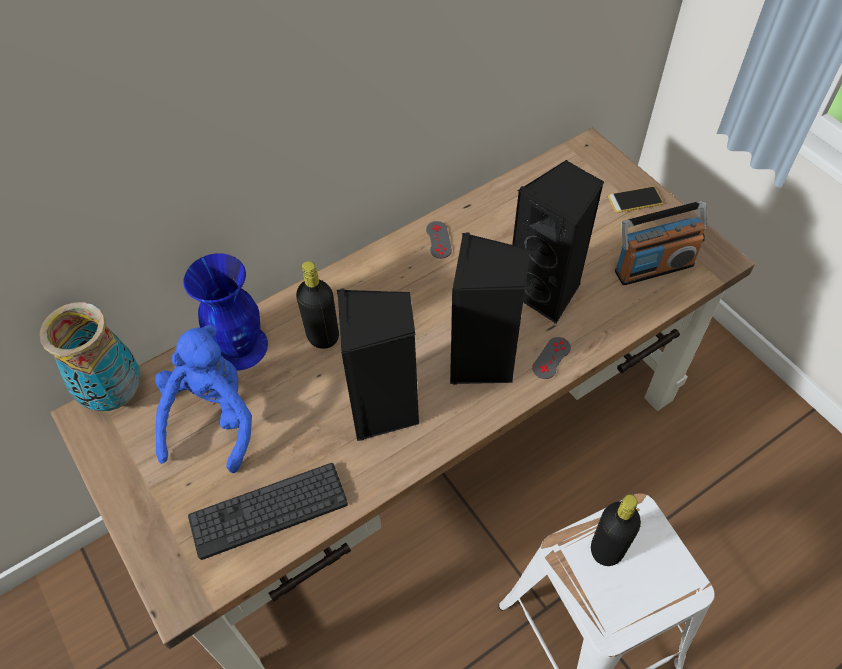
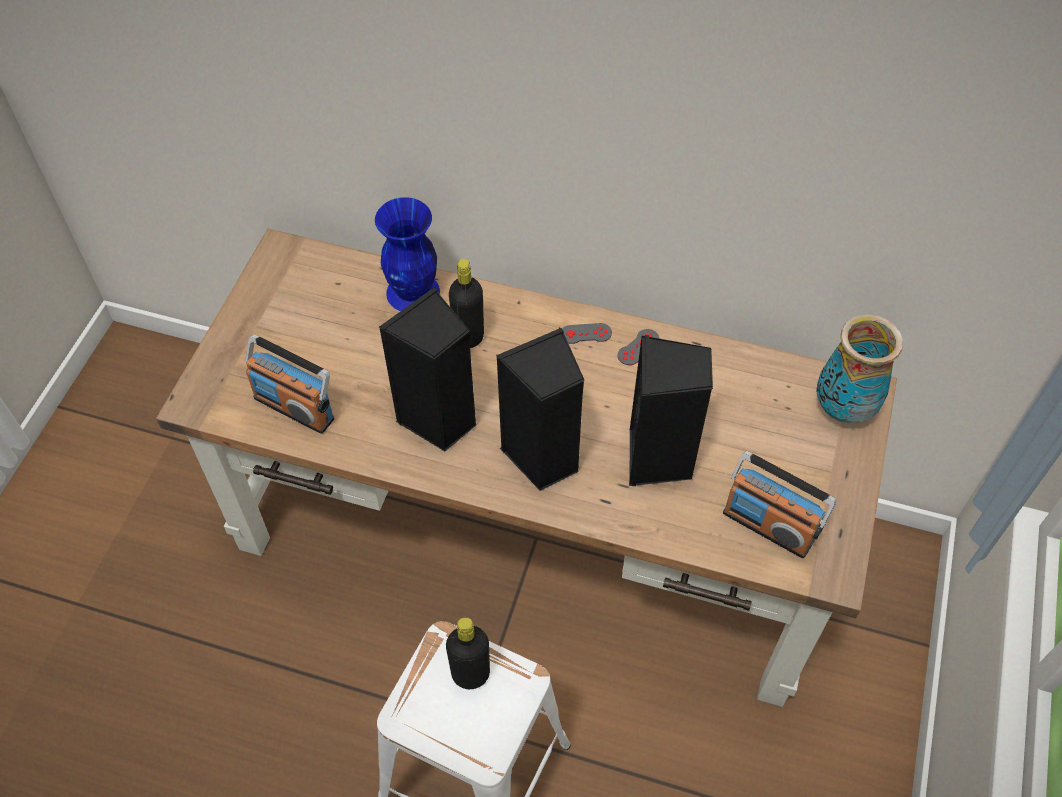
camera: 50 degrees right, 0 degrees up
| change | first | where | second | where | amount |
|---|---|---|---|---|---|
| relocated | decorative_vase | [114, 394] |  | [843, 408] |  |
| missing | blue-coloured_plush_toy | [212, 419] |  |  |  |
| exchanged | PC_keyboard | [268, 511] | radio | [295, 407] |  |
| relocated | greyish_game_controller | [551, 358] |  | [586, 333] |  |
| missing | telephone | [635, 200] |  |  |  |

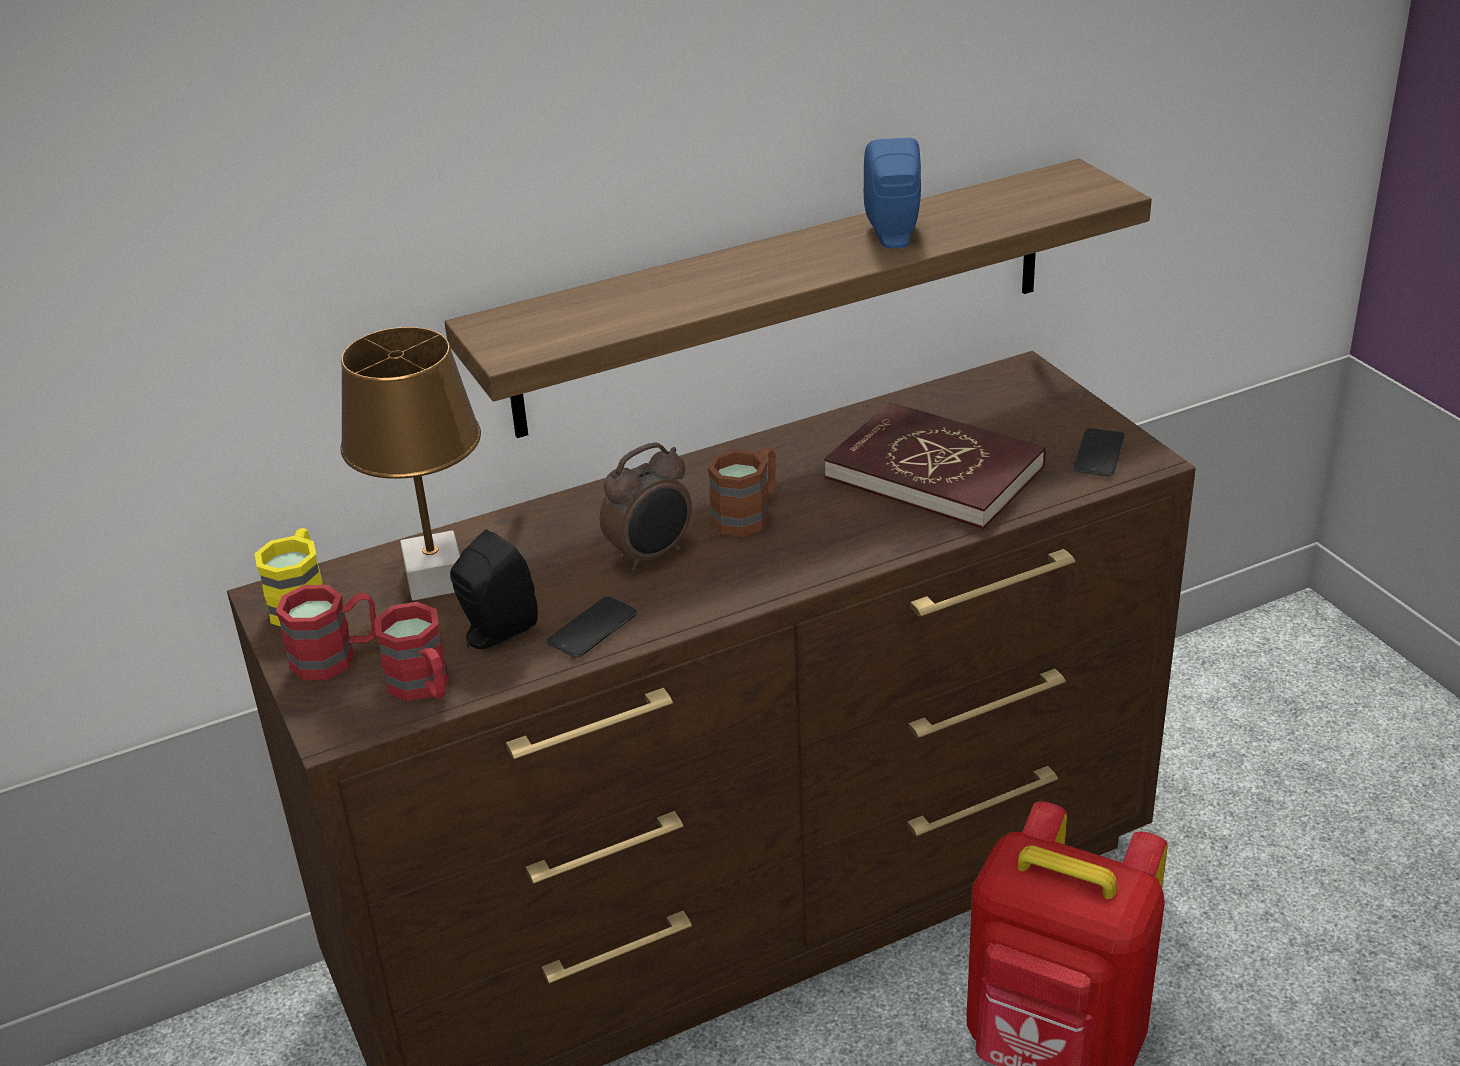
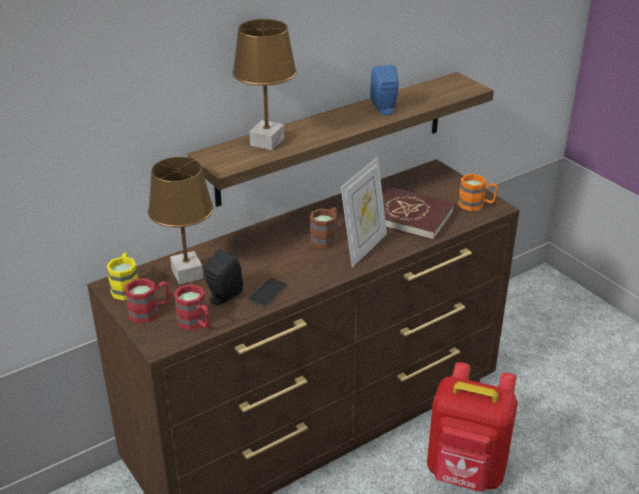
camera: 10 degrees left, 0 degrees up
| change | first | where | second | where | amount |
|---|---|---|---|---|---|
| missing | table_clock | [651, 555] |  |  |  |
| exchanged | telephone | [1099, 454] | orange_mug | [476, 205] |  |
| appeared |  |  | brownish_table_lamp | [267, 142] |  |
| appeared |  |  | standing_frame | [363, 248] |  |

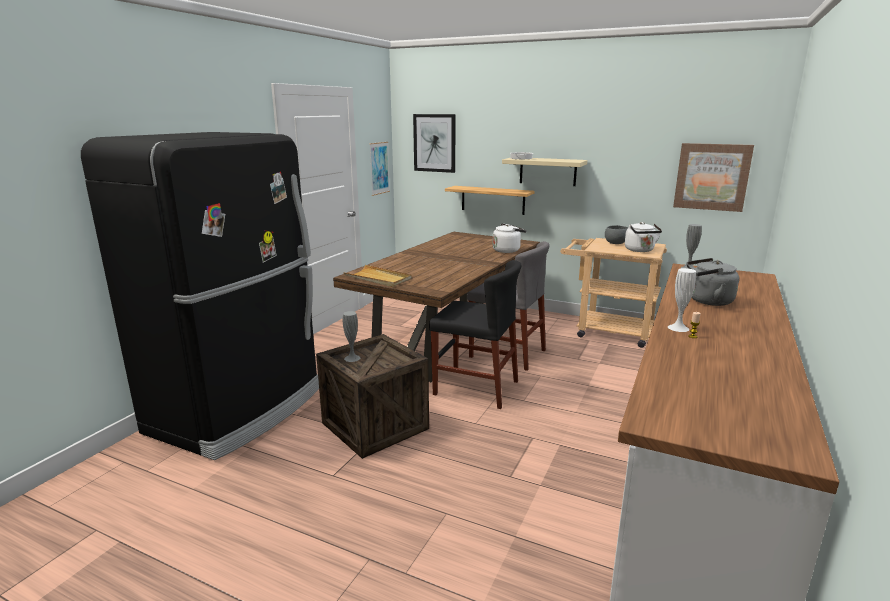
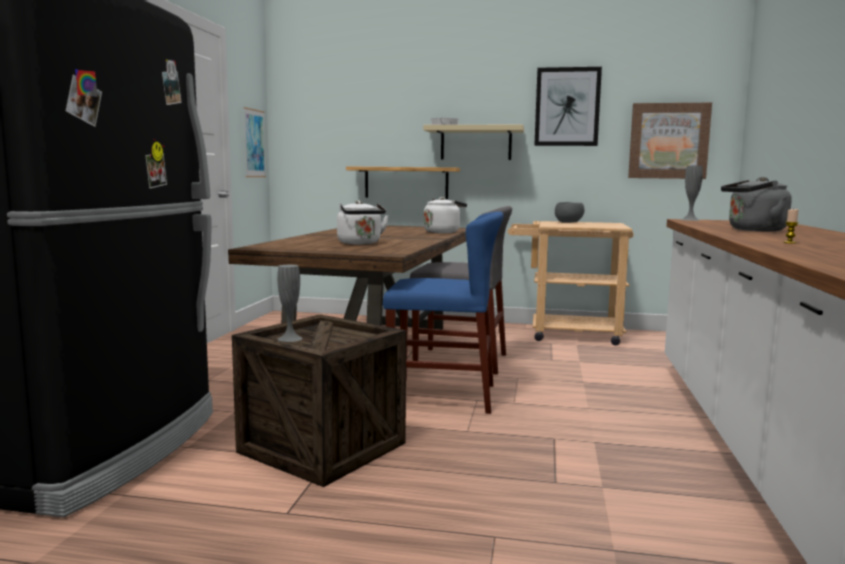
camera: 15 degrees left, 10 degrees down
| change | first | where | second | where | amount |
|---|---|---|---|---|---|
| missing | beige_carrying_tray | [378, 278] |  |  |  |
| relocated | wall_picture | [434, 143] |  | [567, 107] |  |
| colour | black_plain_chair | [476, 388] | blue-coloured_plain_chair | [442, 396] |  |
| relocated | whitish_water_kettle | [640, 250] |  | [360, 243] |  |
| missing | whitish_decorative_vase | [678, 328] |  |  |  |

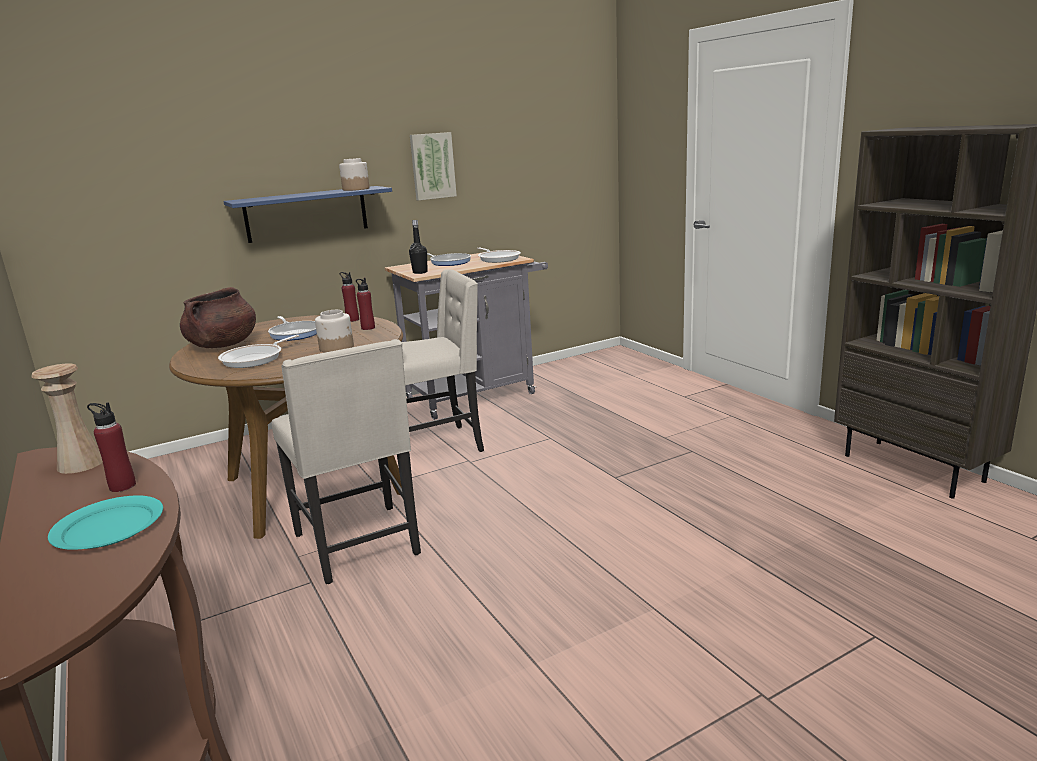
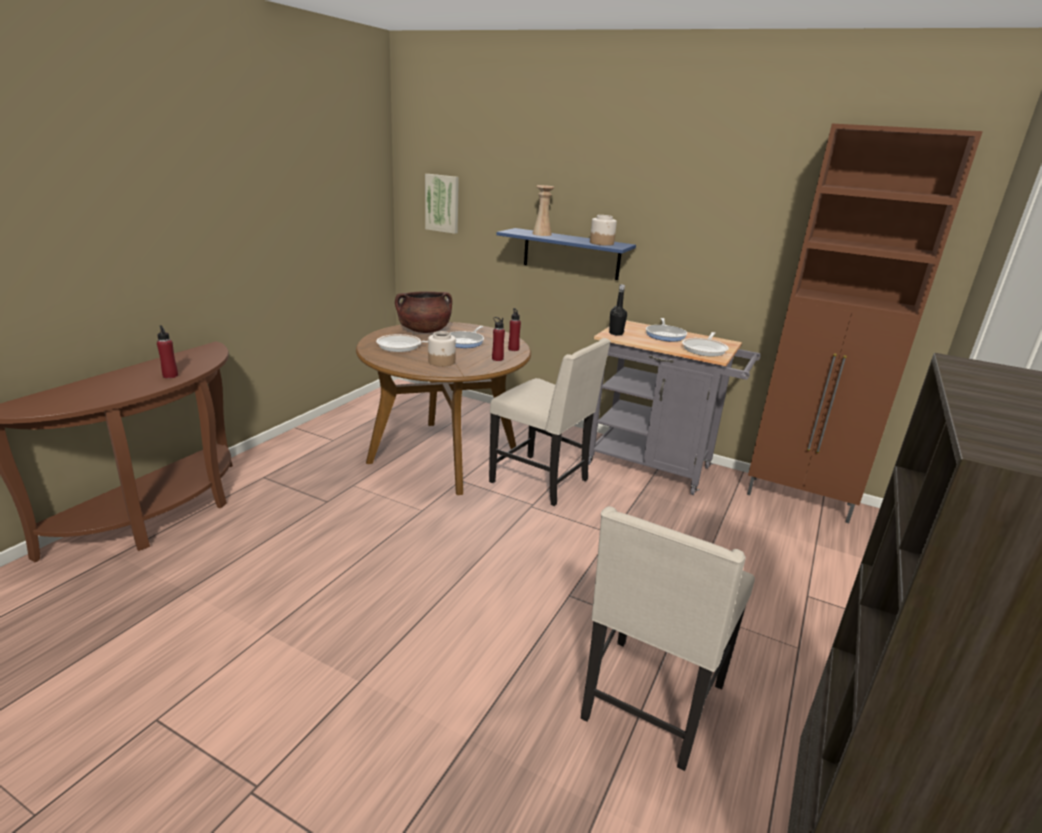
camera: 55 degrees right, 5 degrees up
| change | first | where | second | where | amount |
|---|---|---|---|---|---|
| relocated | beige_decorative_vase | [81, 463] |  | [542, 234] |  |
| missing | turquoise_plate | [109, 527] |  |  |  |
| relocated | beige_plain_chair | [360, 545] |  | [650, 703] |  |
| relocated | wall_picture | [432, 166] |  | [443, 203] |  |
| appeared |  |  | brownish_storage_cabinet | [800, 500] |  |

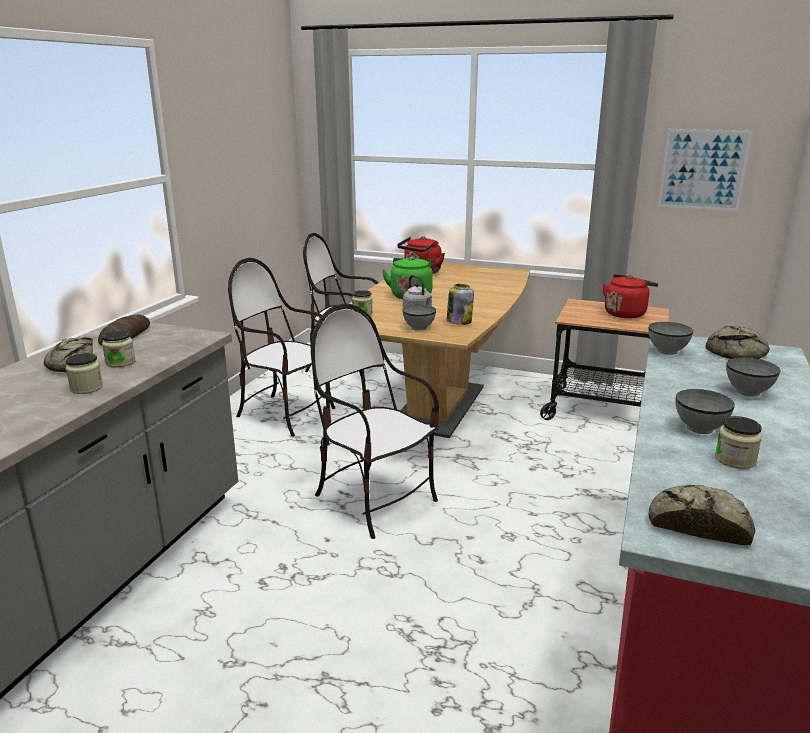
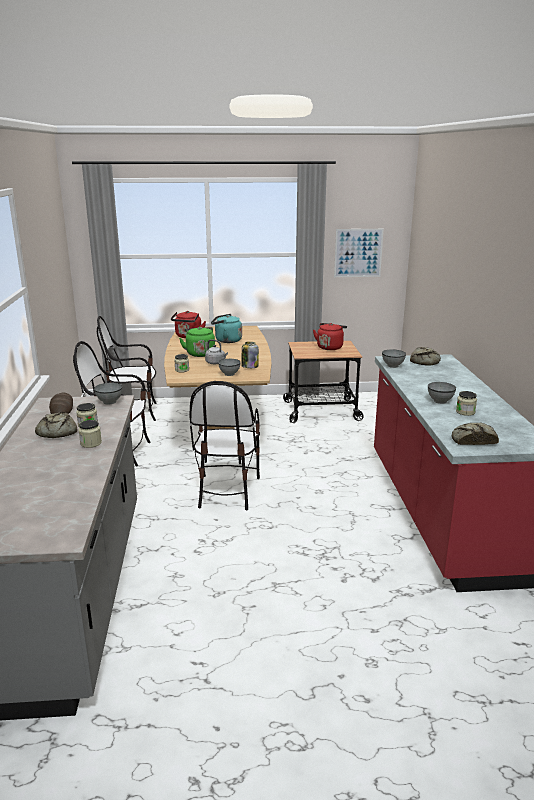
camera: 25 degrees left, 0 degrees up
| change | first | where | second | where | amount |
|---|---|---|---|---|---|
| spun | plain_chair | [375, 500] |  | [226, 491] | 105 degrees counterclockwise |
| relocated | greyish_deep_dish | [748, 392] |  | [110, 402] |  |
| appeared |  |  | turquoise_water_kettle | [226, 340] |  |

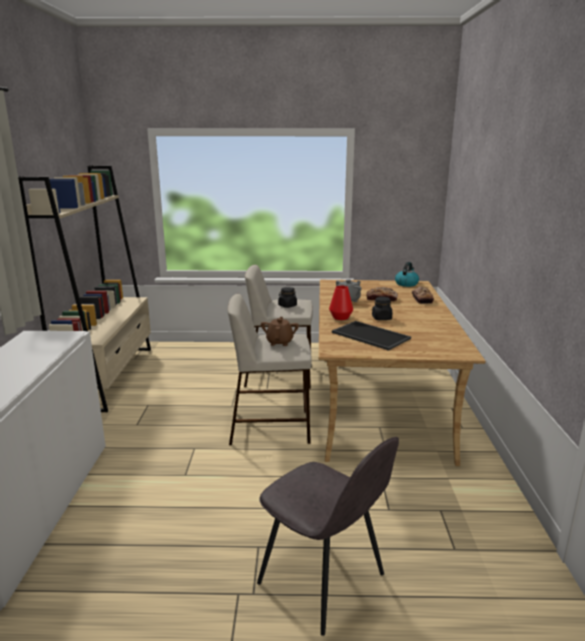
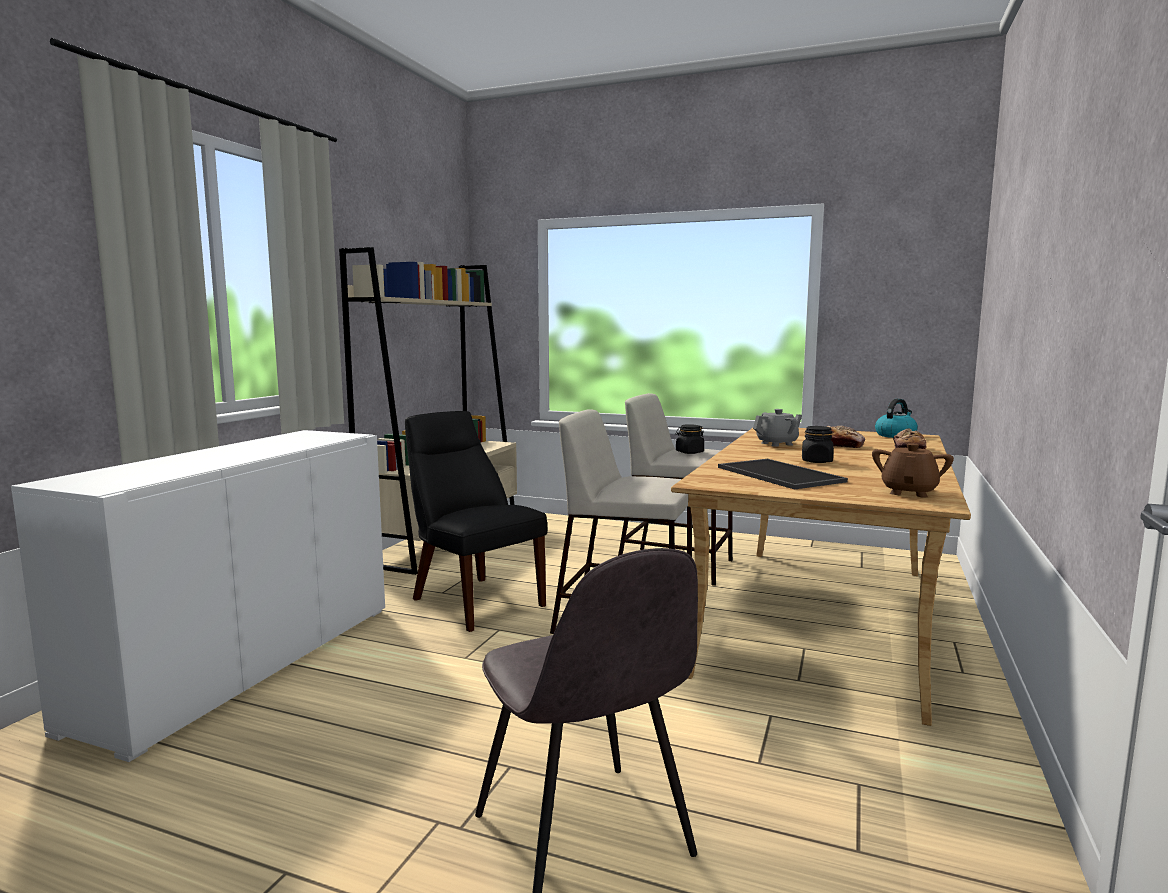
camera: 20 degrees right, 10 degrees down
| change | first | where | second | where | amount |
|---|---|---|---|---|---|
| relocated | brownish_tea_pot | [280, 342] |  | [909, 492] |  |
| missing | red-coloured_decorative_vase | [340, 317] |  |  |  |
| appeared |  |  | black_plain_chair | [473, 601] |  |

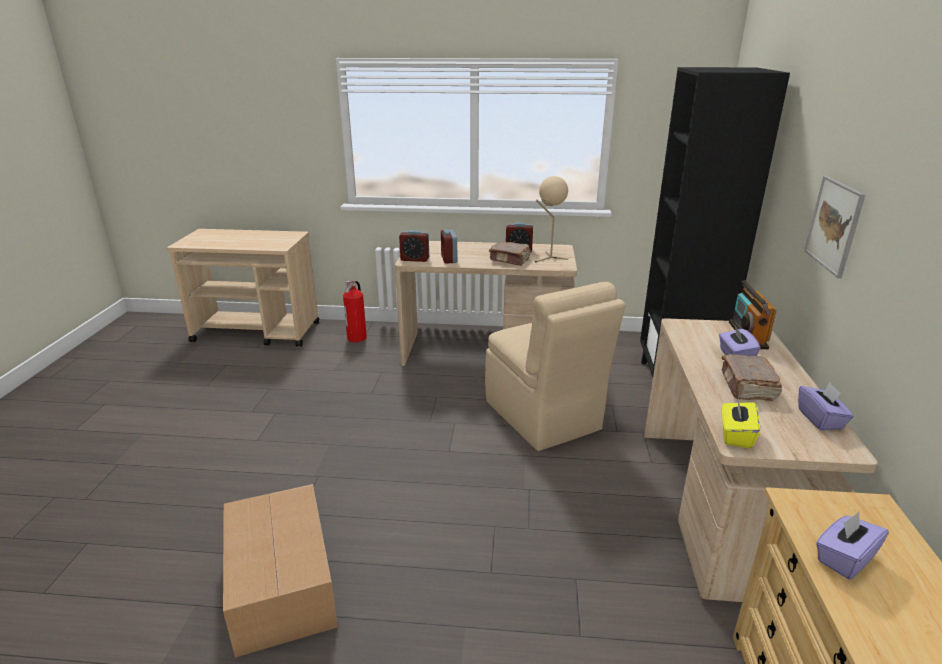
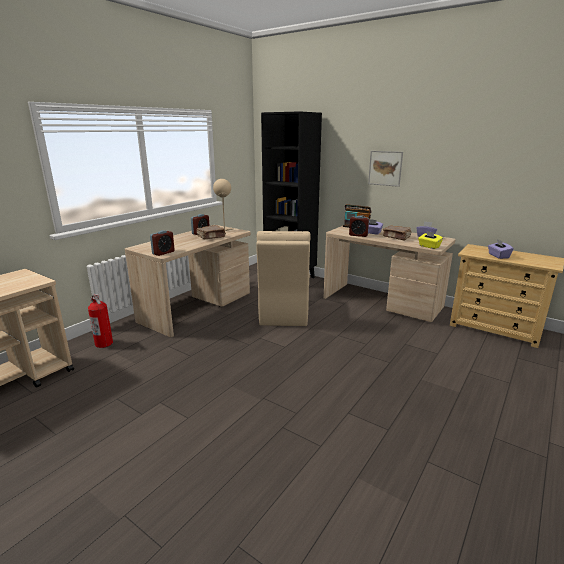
camera: 60 degrees left, 5 degrees down
| change | first | where | second | where | amount |
|---|---|---|---|---|---|
| missing | carton | [280, 585] |  |  |  |
| relocated | table_clock | [449, 259] |  | [358, 235] |  |
| spun | beige_plain_chair | [543, 417] |  | [283, 313] | 90 degrees clockwise |

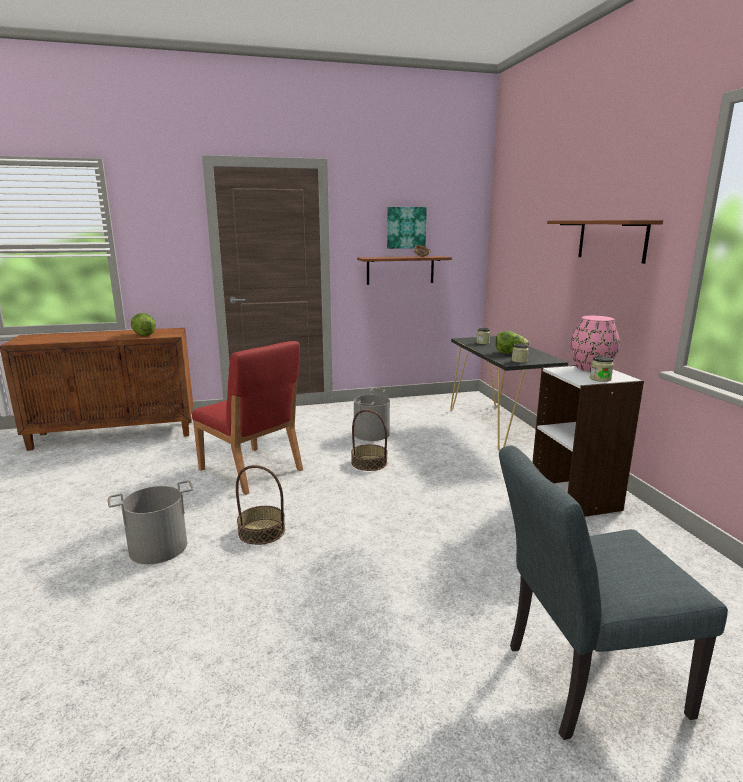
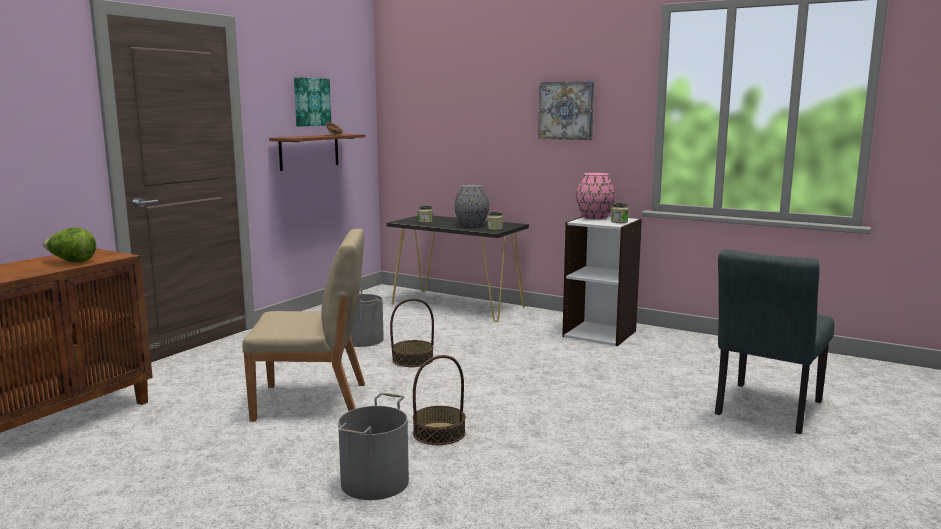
camera: 45 degrees left, 5 degrees down
| change | first | where | second | where | amount |
|---|---|---|---|---|---|
| colour | red-coloured_plain_chair | [251, 470] | beige_plain_chair | [312, 402] |  |
| exchanged | lettuce_head | [510, 353] | greyish_decorative_vase | [471, 225] |  |
| exchanged | brownish_wall_shelf | [611, 240] | wall_picture | [566, 110] |  |

